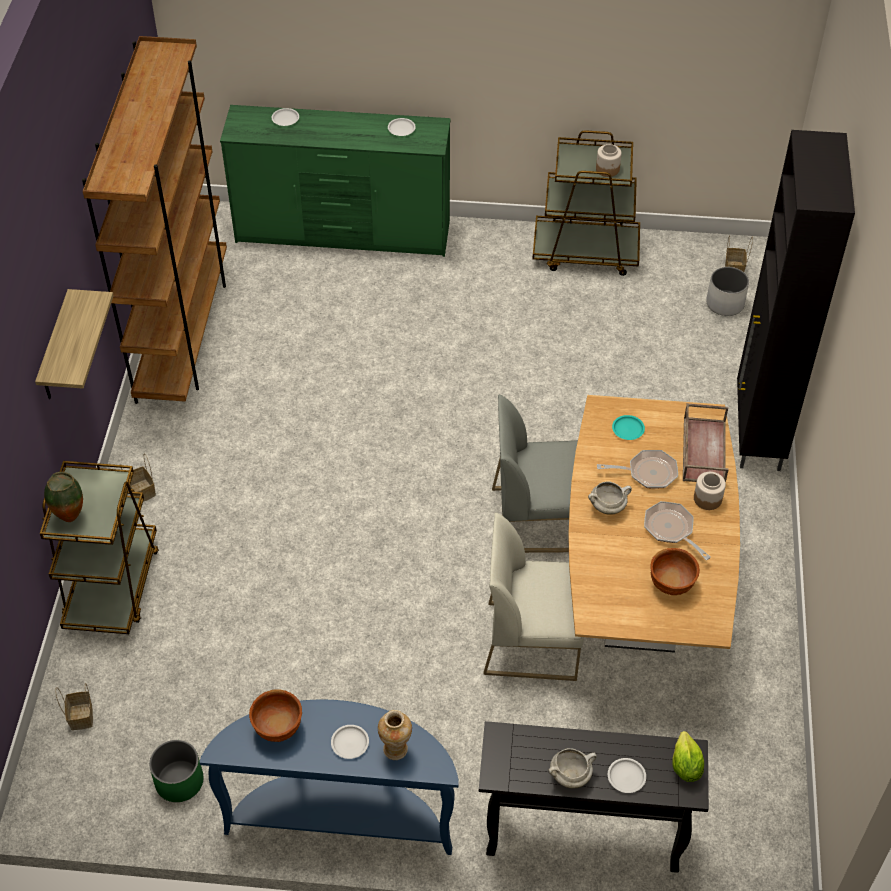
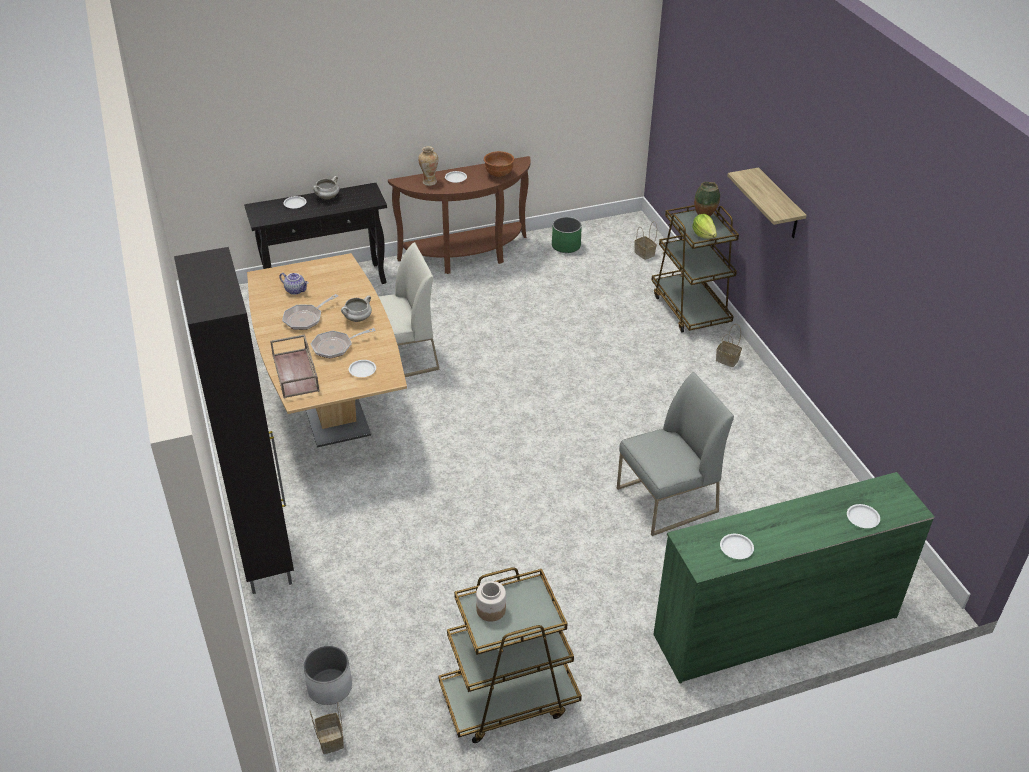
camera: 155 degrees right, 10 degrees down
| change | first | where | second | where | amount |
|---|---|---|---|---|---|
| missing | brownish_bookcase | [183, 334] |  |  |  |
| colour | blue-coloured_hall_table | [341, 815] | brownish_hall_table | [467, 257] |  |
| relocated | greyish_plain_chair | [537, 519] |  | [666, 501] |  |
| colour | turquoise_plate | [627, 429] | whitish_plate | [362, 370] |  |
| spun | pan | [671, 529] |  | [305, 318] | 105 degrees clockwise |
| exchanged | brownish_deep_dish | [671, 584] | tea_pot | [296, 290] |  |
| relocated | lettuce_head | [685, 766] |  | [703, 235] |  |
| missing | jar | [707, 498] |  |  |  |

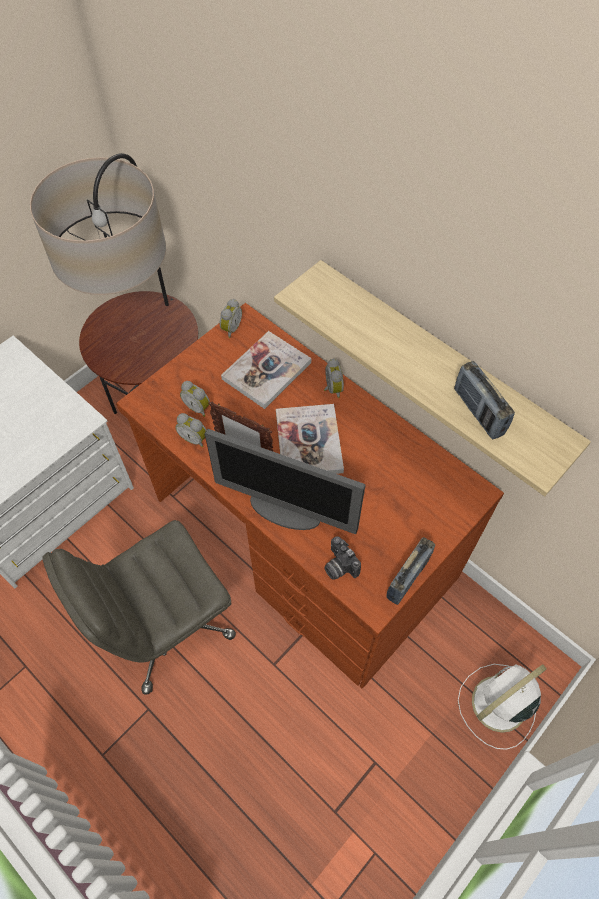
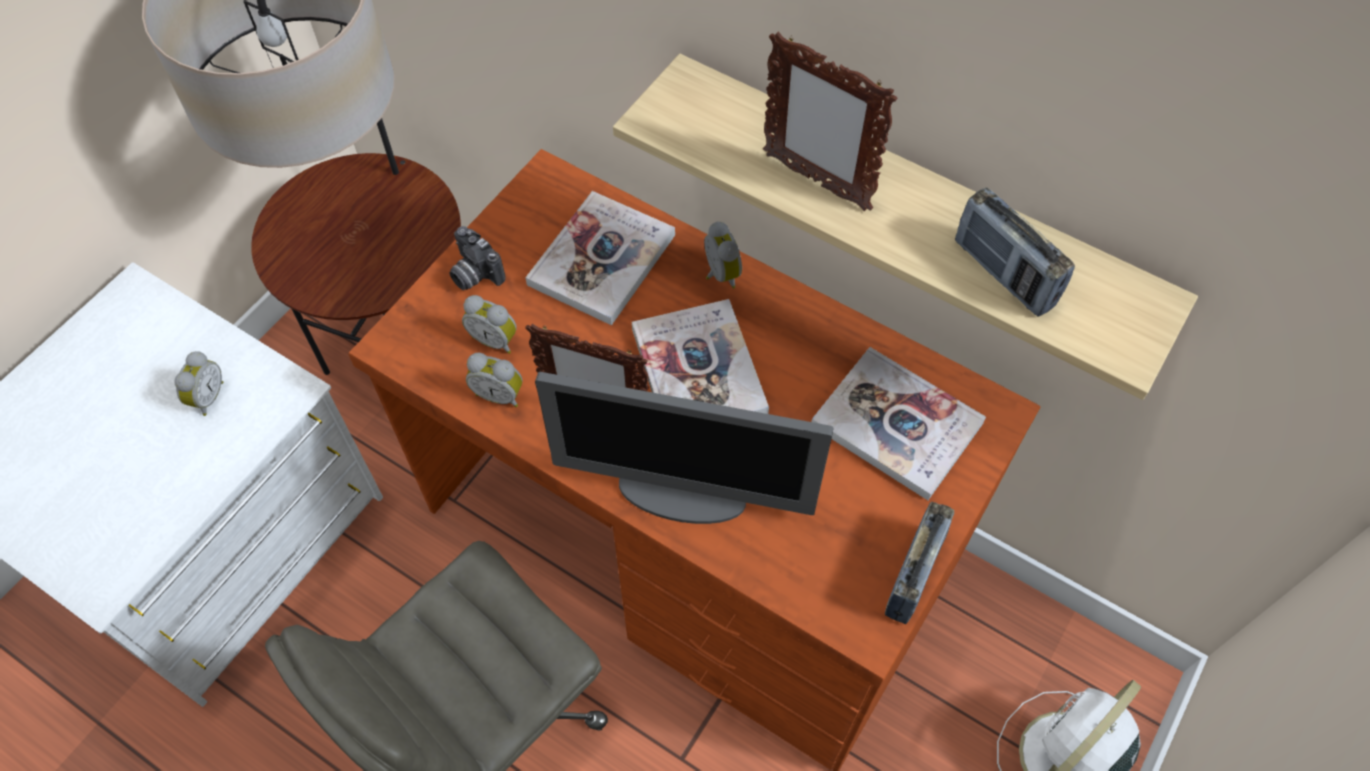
camera: 10 degrees left, 0 degrees up
| change | first | where | second | where | amount |
|---|---|---|---|---|---|
| relocated | table_clock | [230, 328] |  | [207, 397] |  |
| relocated | still_camera | [338, 566] |  | [474, 274] |  |
| appeared |  |  | standing_frame | [815, 181] |  |
| appeared |  |  | bound_book | [896, 424] |  |

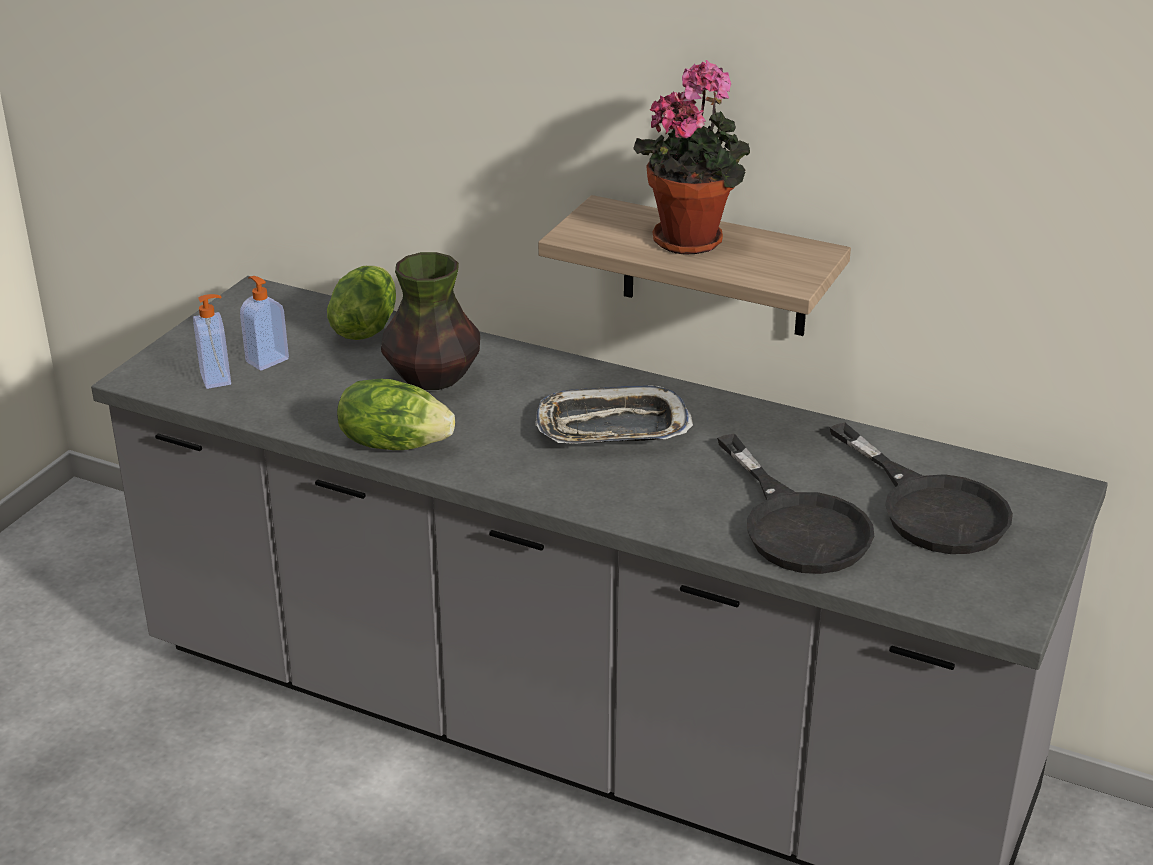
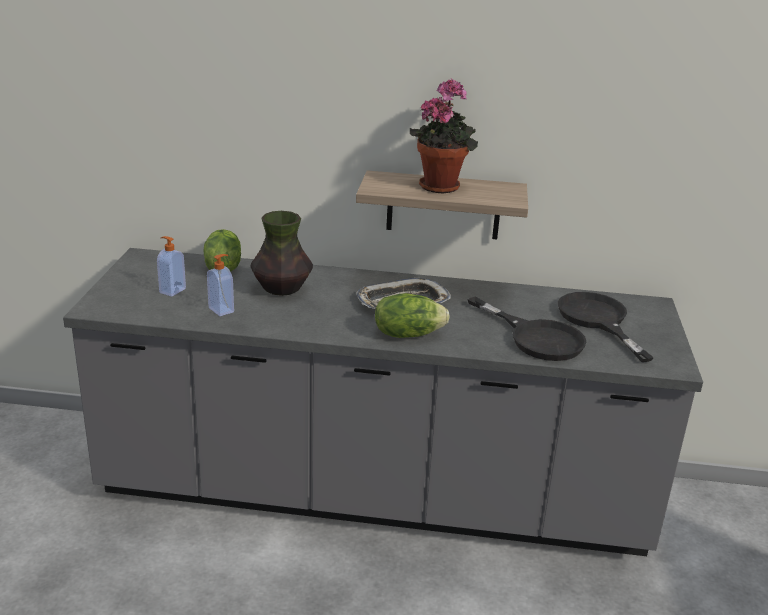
camera: 20 degrees left, 5 degrees down
| change | first | where | second | where | amount |
|---|---|---|---|---|---|
| relocated | liquid_soap_bottle | [217, 378] |  | [222, 310] |  |
| relocated | lettuce_head | [394, 443] |  | [407, 334] |  |
| spun | black_pan | [930, 507] |  | [597, 320] | 150 degrees counterclockwise |

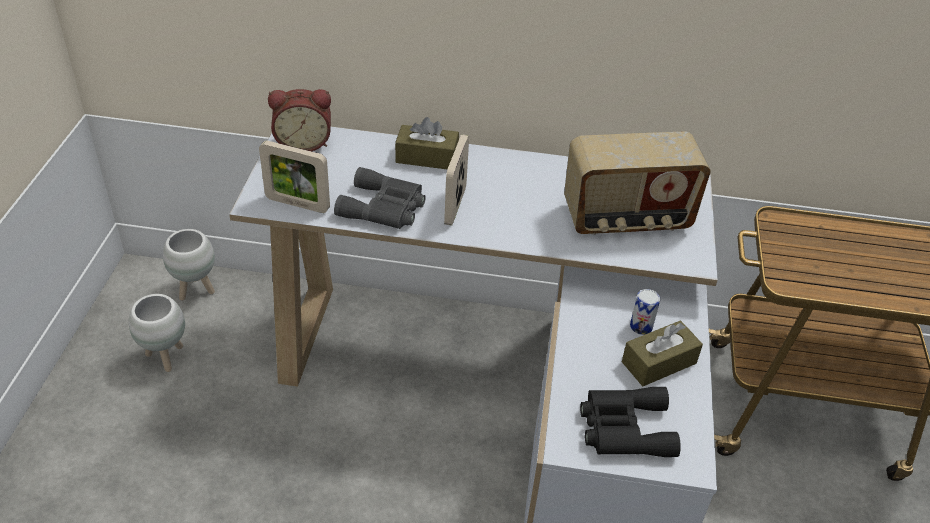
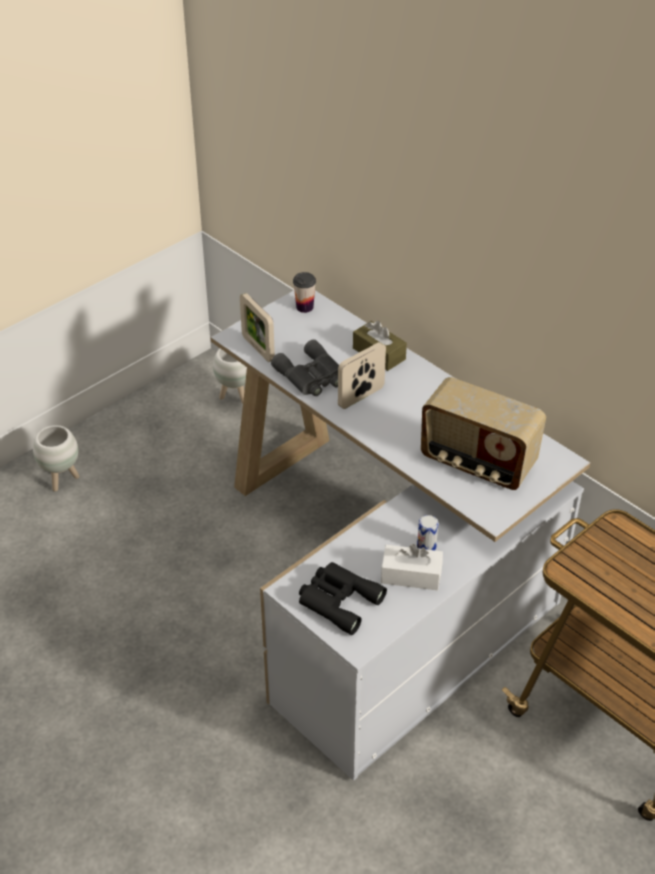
camera: 40 degrees right, 0 degrees up
| change | first | where | second | where | amount |
|---|---|---|---|---|---|
| relocated | whitish_flower_pot | [166, 357] |  | [62, 480] |  |
| exchanged | table_clock | [303, 142] | drinking_cup | [304, 307] |  |
| colour | brownish_tissue_box | [659, 362] | whitish_tissue_box | [411, 575] |  |

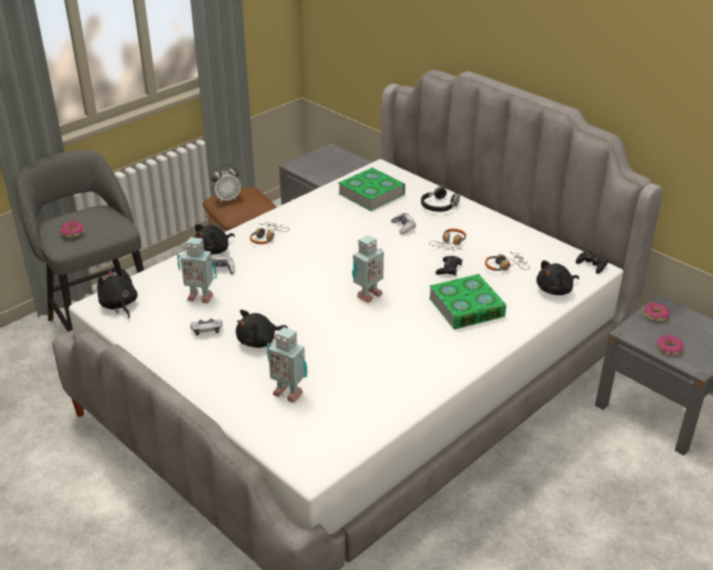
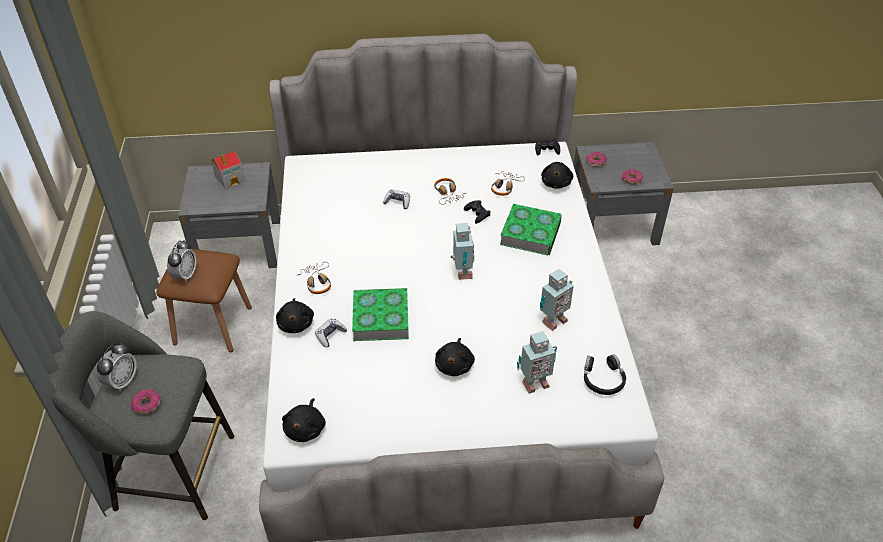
camera: 50 degrees left, 10 degrees up
| change | first | where | second | where | amount |
|---|---|---|---|---|---|
| spun | black_plush_toy | [119, 305] |  | [306, 428] | 90 degrees counterclockwise |
| relocated | robot_figure | [200, 296] |  | [552, 321] |  |
| missing | game_controller | [207, 330] |  |  |  |
| relocated | bound_book | [371, 194] |  | [381, 318] |  |
| relocated | black_headphones | [439, 206] |  | [603, 379] |  |
| appeared |  |  | table_clock | [122, 381] |  |
| appeared |  |  | toy_house | [230, 178] |  |

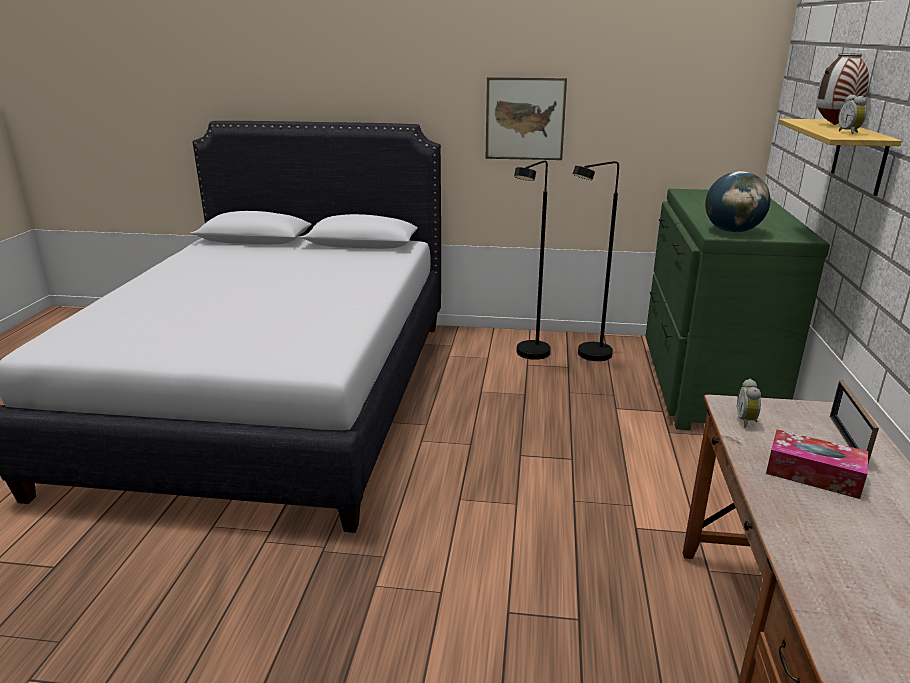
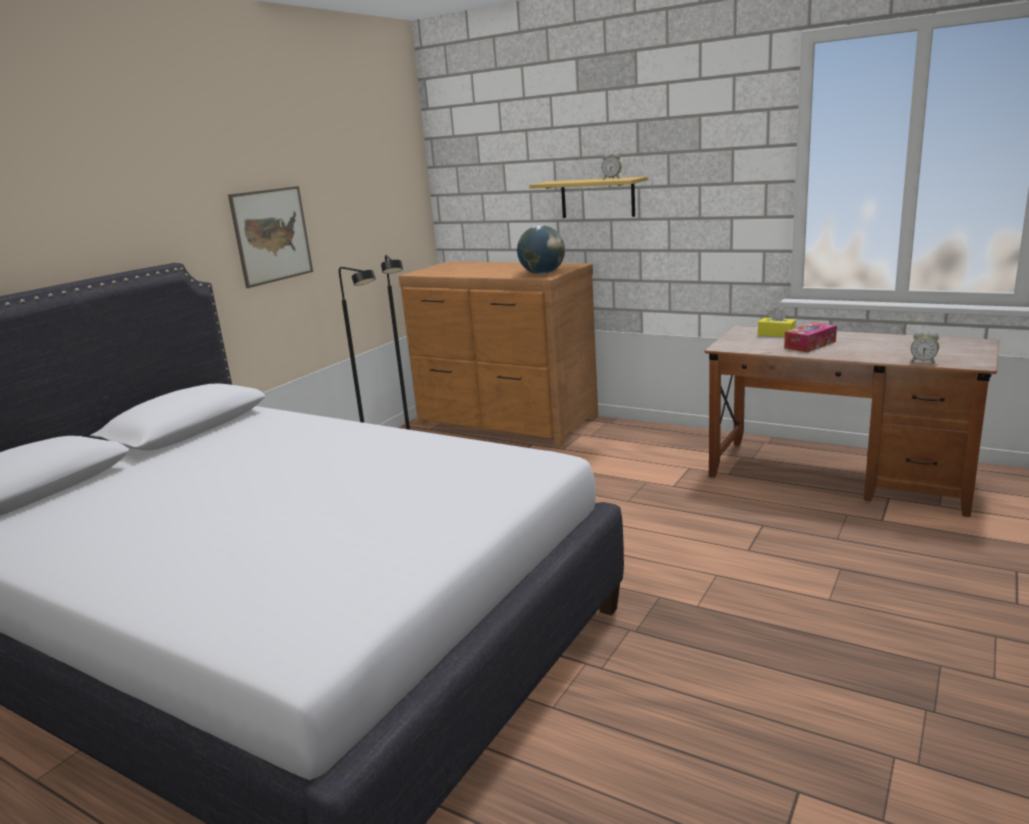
camera: 65 degrees left, 5 degrees down
| change | first | where | second | where | amount |
|---|---|---|---|---|---|
| colour | greenish_drawer_chest | [703, 383] | brownish_drawer_chest | [505, 422] |  |
| relocated | table_clock | [747, 421] |  | [923, 362] |  |
| missing | decorative_vase | [834, 125] |  |  |  |
| exchanged | standing_frame | [847, 441] | yellow-coloured_tissue_box | [776, 334] |  |

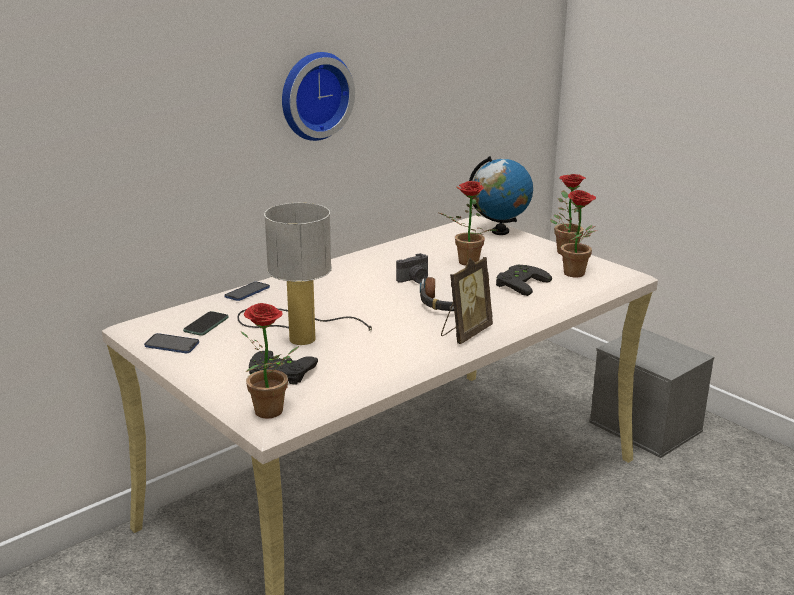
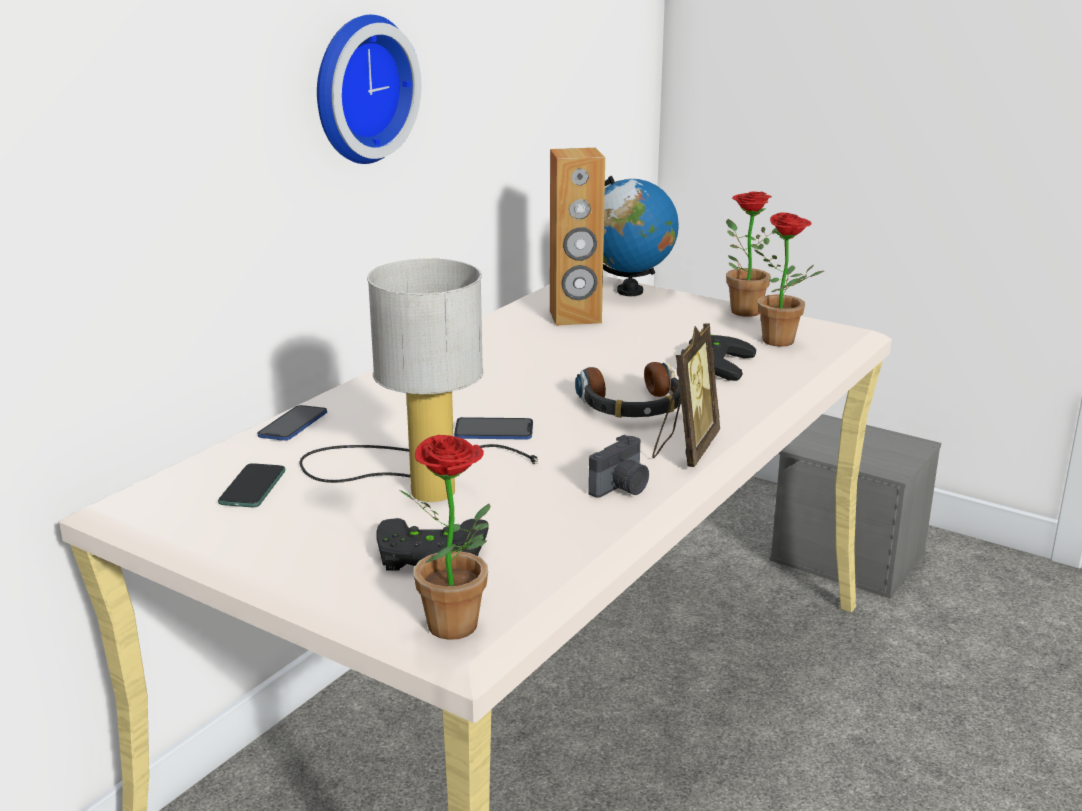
camera: 15 degrees left, 0 degrees up
| change | first | where | second | where | amount |
|---|---|---|---|---|---|
| relocated | telephone | [172, 345] |  | [494, 431] |  |
| relocated | still_camera | [414, 280] |  | [622, 488] |  |
| missing | plant_in_a_pot | [465, 263] |  |  |  |
| appeared |  |  | brownish_loudspeaker | [575, 317] |  |

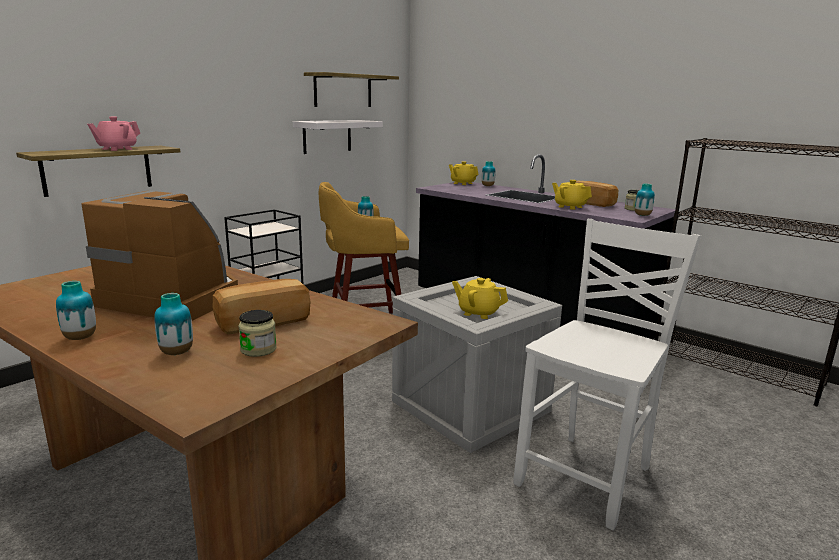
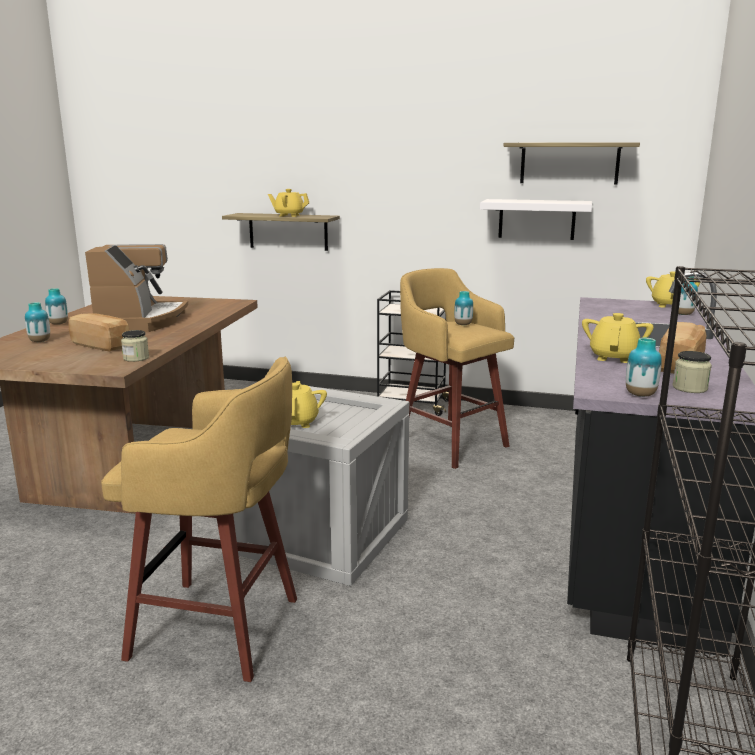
camera: 65 degrees right, 0 degrees up
| change | first | where | second | where | amount |
|---|---|---|---|---|---|
| colour | pinkish_tea_pot | [117, 149] | yellow-coloured_tea_pot | [289, 215] |  |
| relocated | jar | [258, 349] |  | [136, 358] |  |
| exchanged | whitish_plain_chair | [588, 476] | yellow-coloured_stool_seat | [220, 629] |  |

